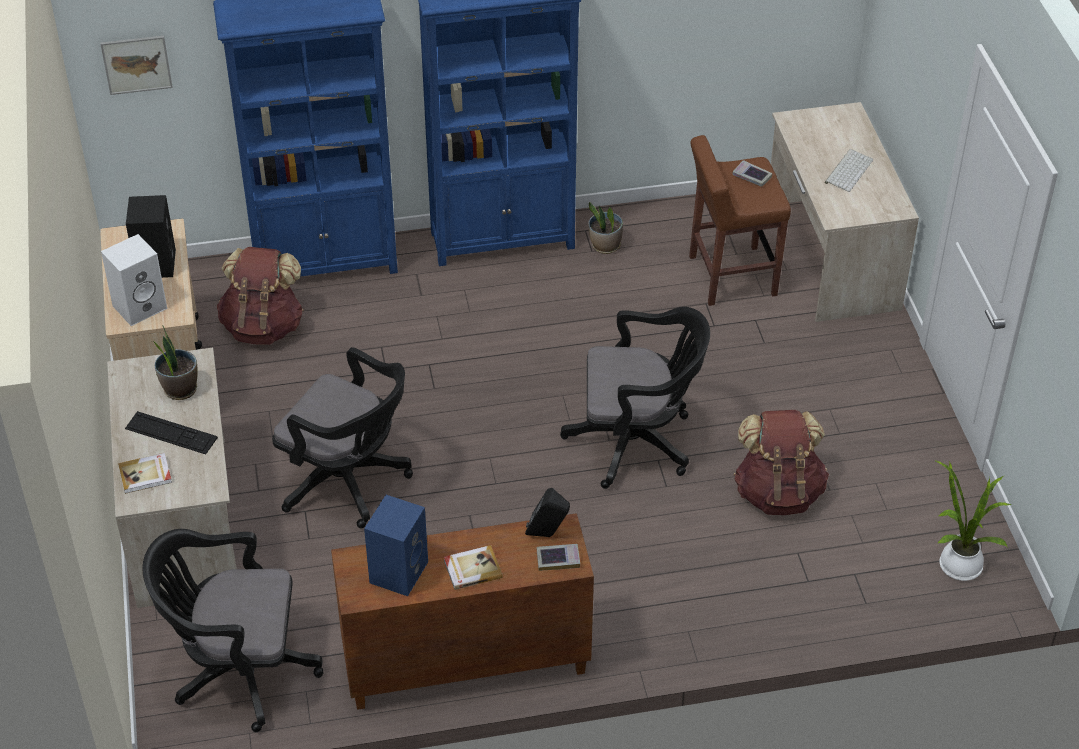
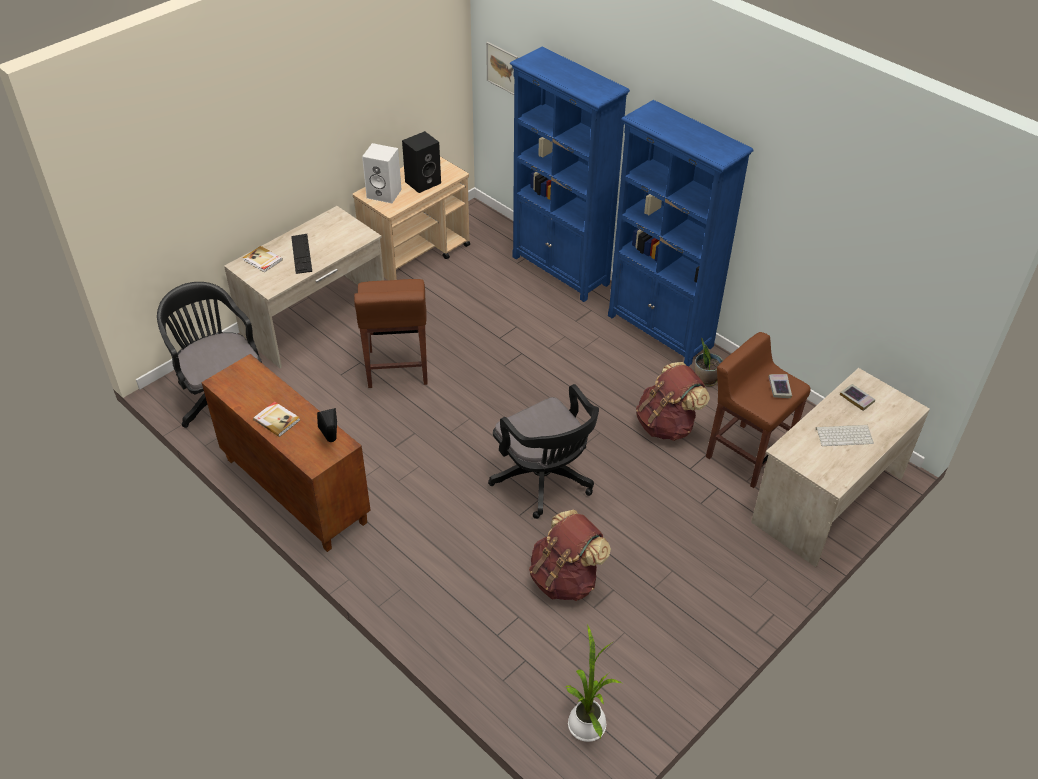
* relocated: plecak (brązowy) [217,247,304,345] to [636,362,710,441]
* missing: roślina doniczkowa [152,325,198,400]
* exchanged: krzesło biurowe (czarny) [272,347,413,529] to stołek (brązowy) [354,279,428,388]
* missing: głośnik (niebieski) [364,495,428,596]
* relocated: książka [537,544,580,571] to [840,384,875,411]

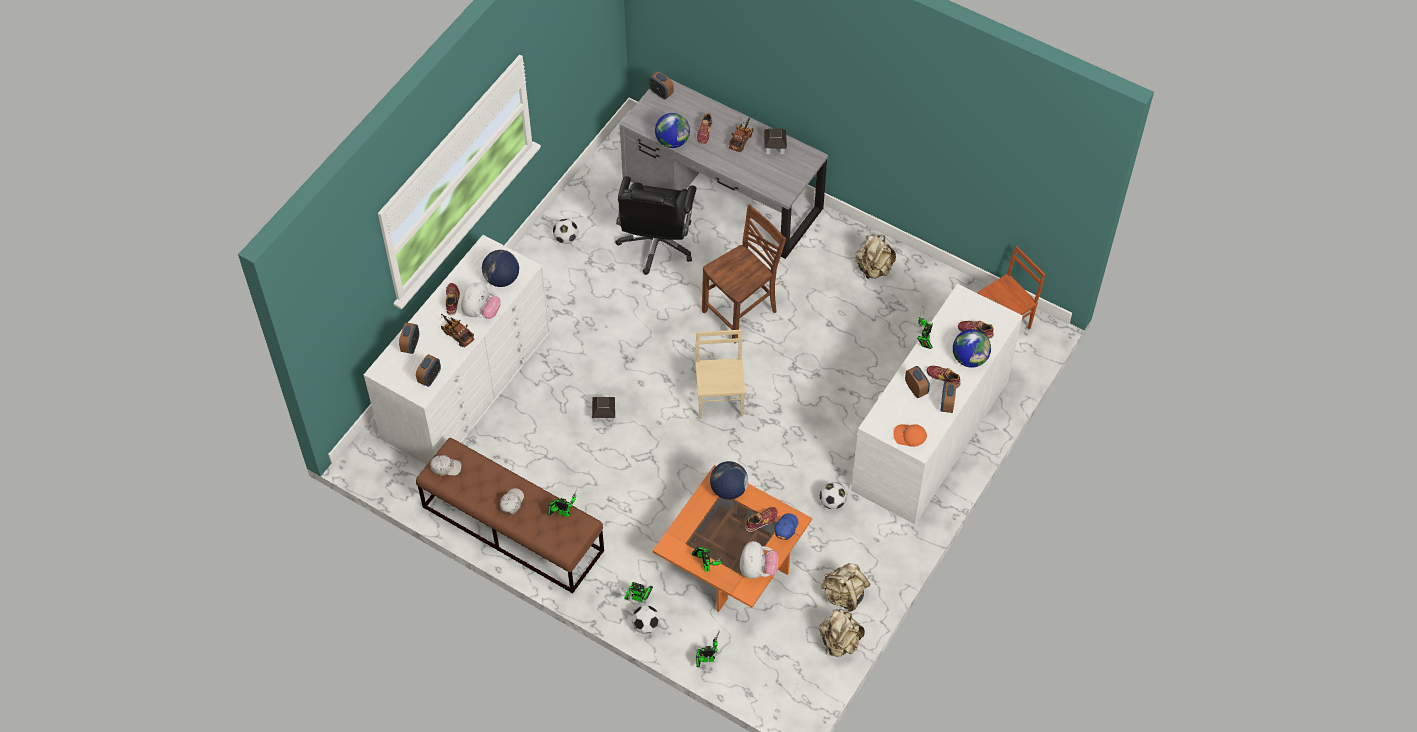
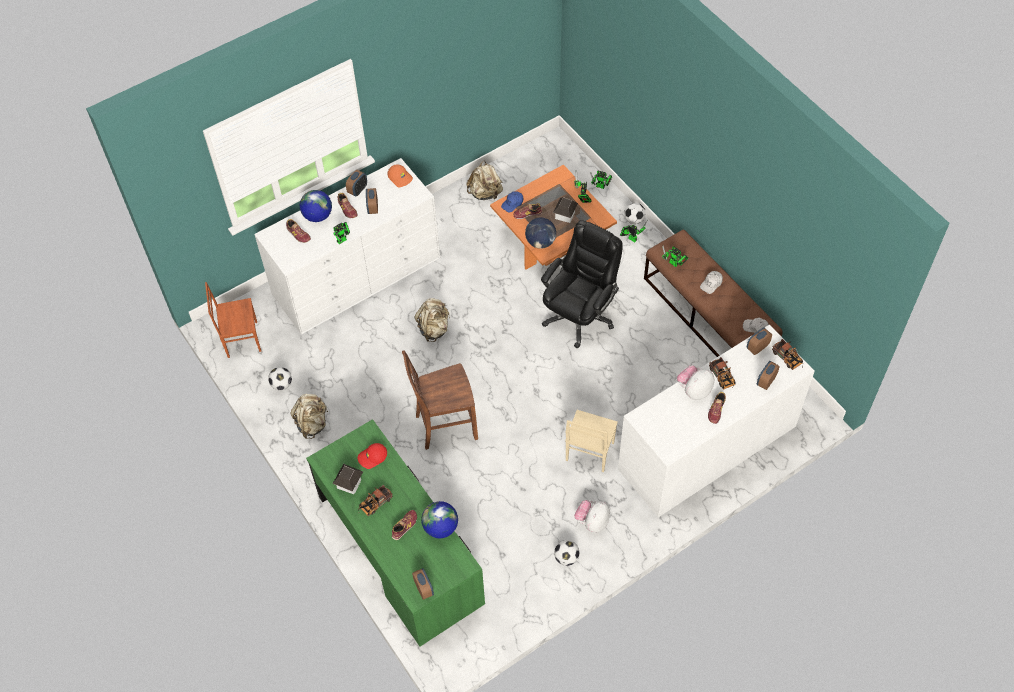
* colour: biurko (szary) [620,79,828,259] to biurko (zielony) [306,419,485,646]
* relocated: krzesło biurowe (czarny) [615,176,697,275] to [541,220,623,348]
* missing: globus [482,250,519,287]
* relocated: krzesło (beżowy) [695,330,745,419] to [565,410,618,472]
* relocated: domek [592,397,615,422] to [553,197,578,223]
* relocated: piłka futbolowa [820,482,847,509] to [268,367,292,390]
* relocated: pluszak [739,541,778,579] to [574,500,610,533]
* relocated: plecak (beżowy) [819,609,865,657] to [415,298,450,342]
* appeared: ciężarówka zabawkowa [772,339,803,370]
* appeared: czapka z daszkiem (czerwony) [358,443,387,469]

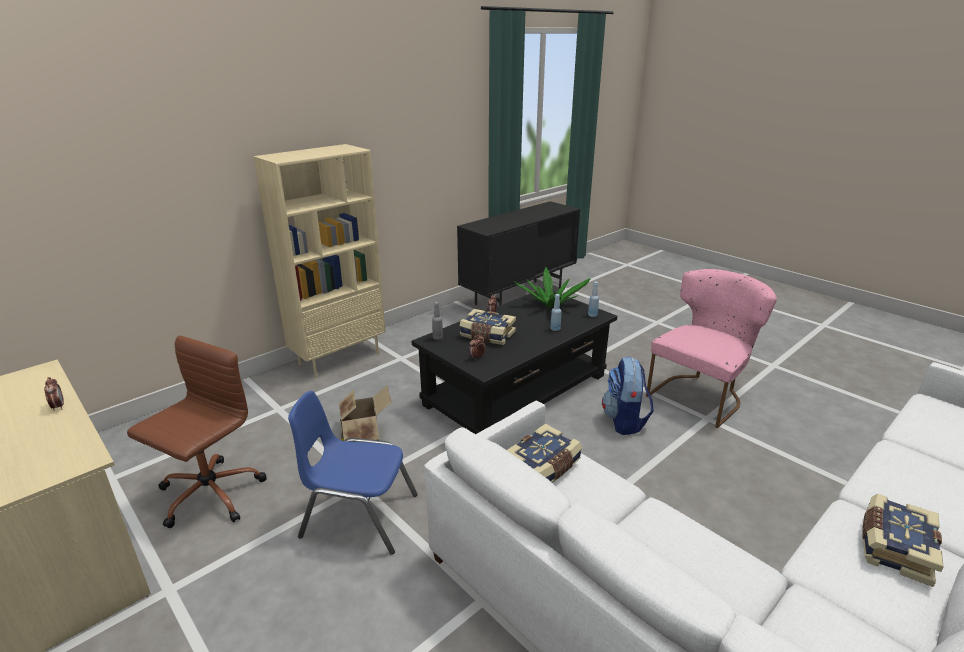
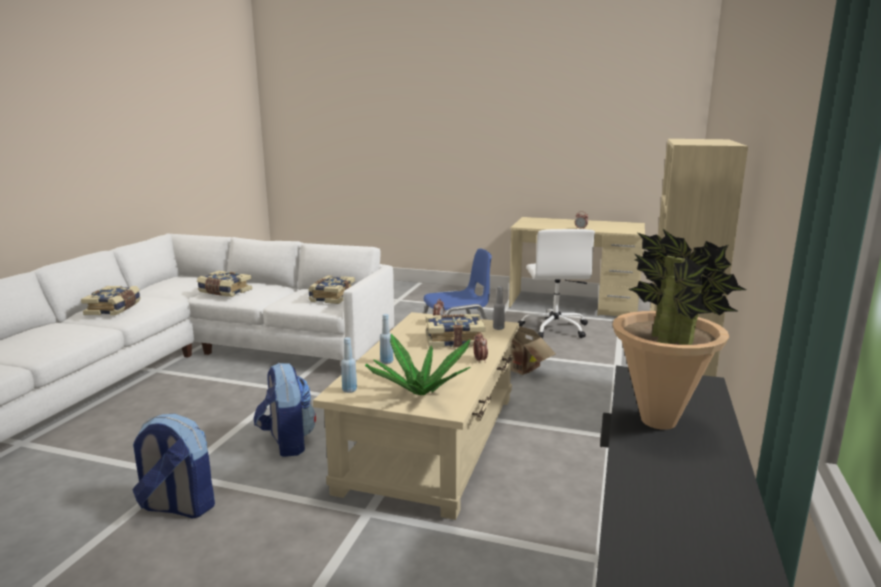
* exchanged: krzesło (różowy) [646,269,777,428] to plecak [132,414,215,518]
* colour: ława (czarny) [411,288,617,434] to ława (beżowy) [313,312,519,520]
* colour: krzesło biurowe (brązowy) [127,336,267,528] to krzesło biurowe (biały) [518,229,595,338]
* appeared: roślina doniczkowa [613,229,746,430]
* appeared: książka [197,271,252,297]

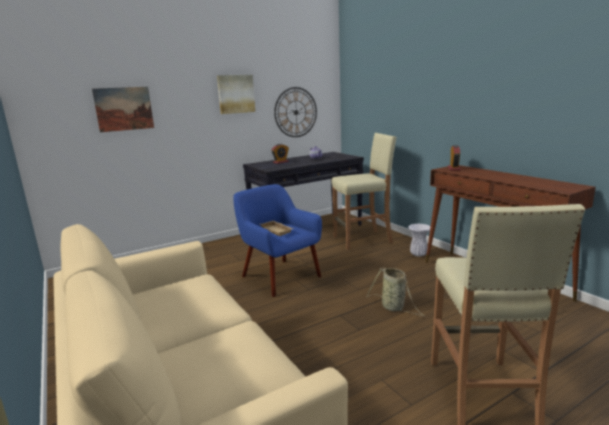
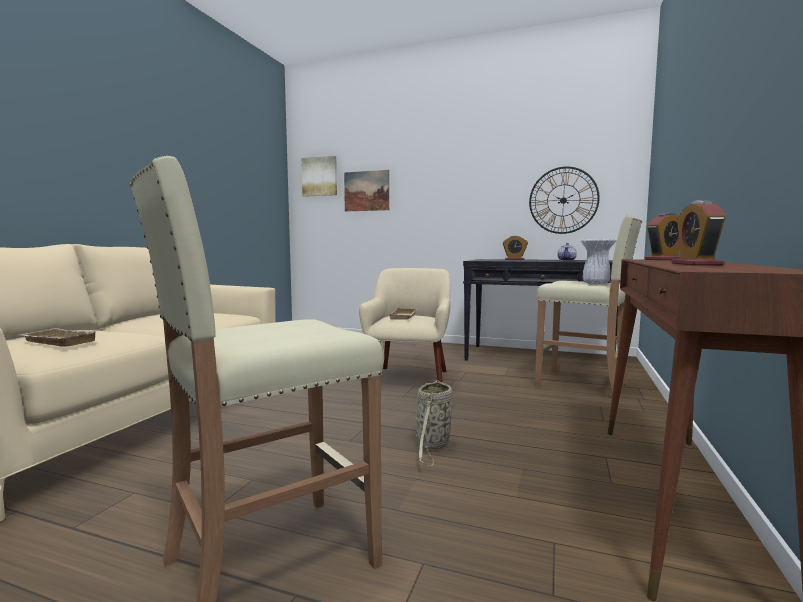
* relocated: obraz [217,75,255,114] to [301,156,337,197]
* colour: fotel (niebieski) [233,184,322,297] to fotel (beżowy) [359,268,450,383]
* relocated: wazon (biały) [408,223,431,256] to [580,239,617,285]
* appeared: budzik [671,200,726,266]
* appeared: taca (beżowy) [20,328,99,347]

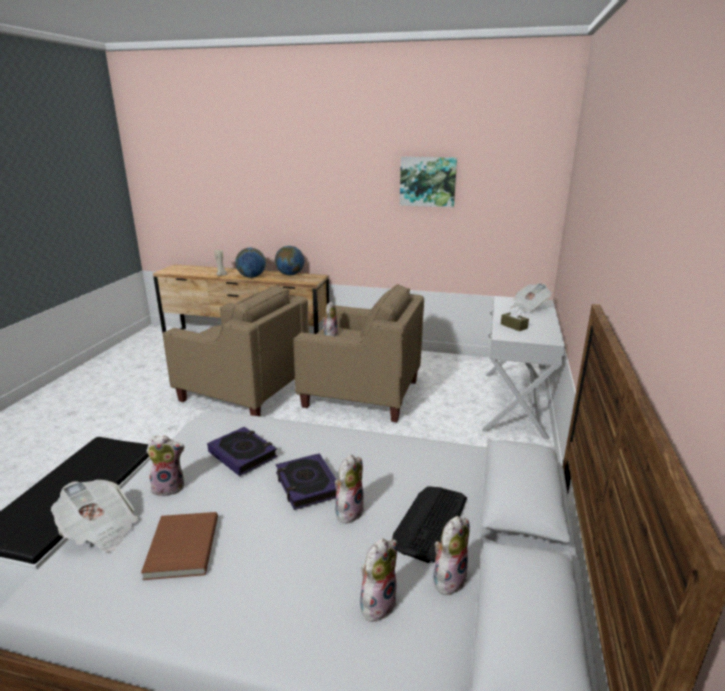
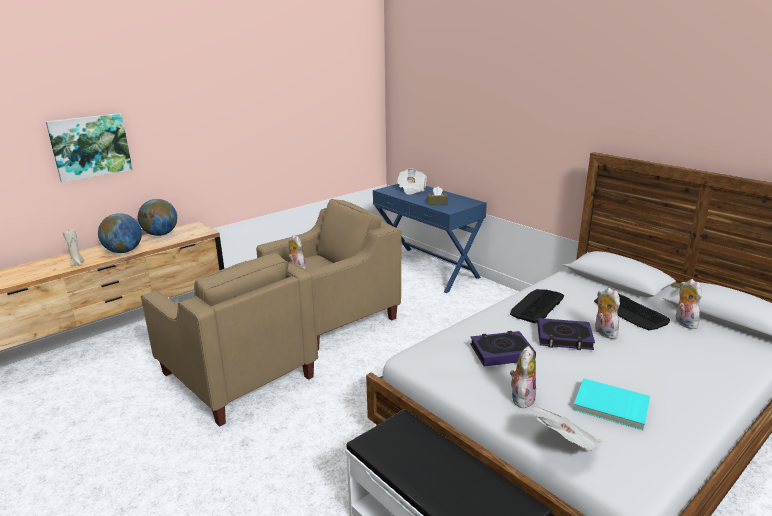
* relocated: obraz [400,157,457,208] to [46,113,133,182]
* spun: fotel (beżowy) [163,285,309,416] = [141,253,318,427] 75 degrees clockwise
* colour: stolik konsolowy (biały) [482,296,565,440] to stolik konsolowy (niebieski) [373,184,487,293]
* colour: książka (brązowy) [141,512,218,580] to książka (turkusowy) [573,378,650,431]
* missing: pluszak [360,539,397,622]
* appeared: klawiatura [510,289,564,323]

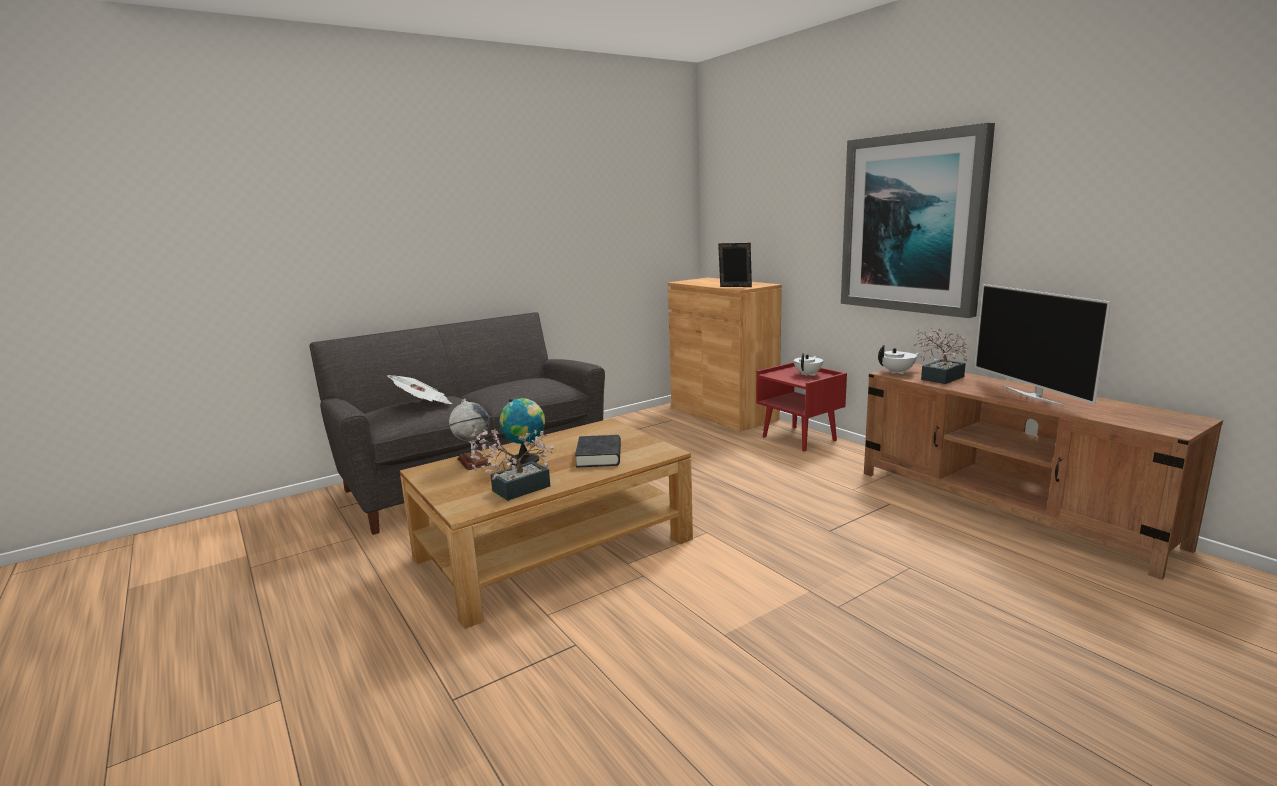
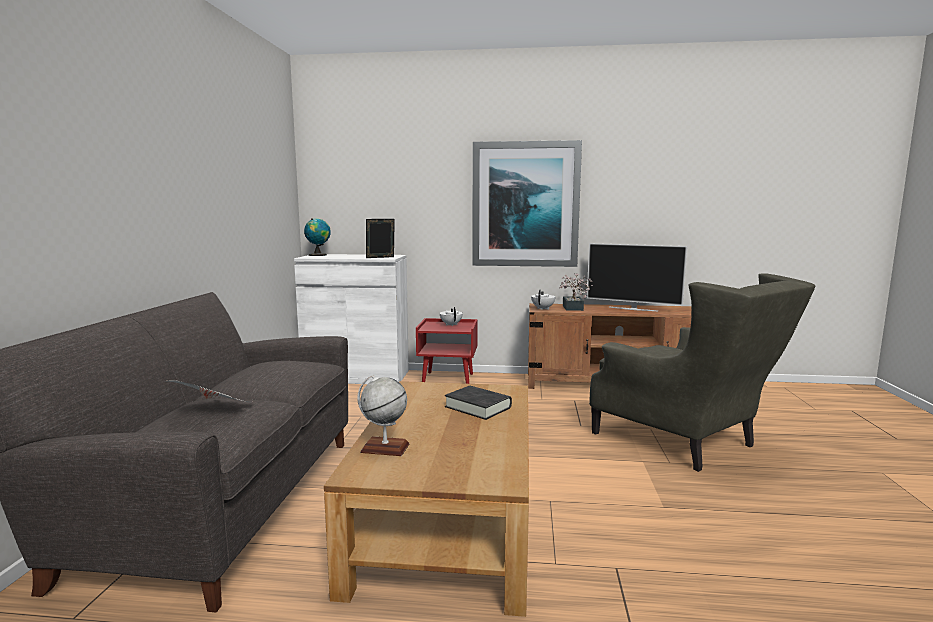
* colour: szafka (brązowy) [668,278,782,432] to szafka (biały) [294,254,409,384]
* relocated: globus [499,398,545,466] to [304,218,331,256]
* missing: roślina doniczkowa [471,429,553,501]
* appeared: fotel (szary) [589,273,815,472]

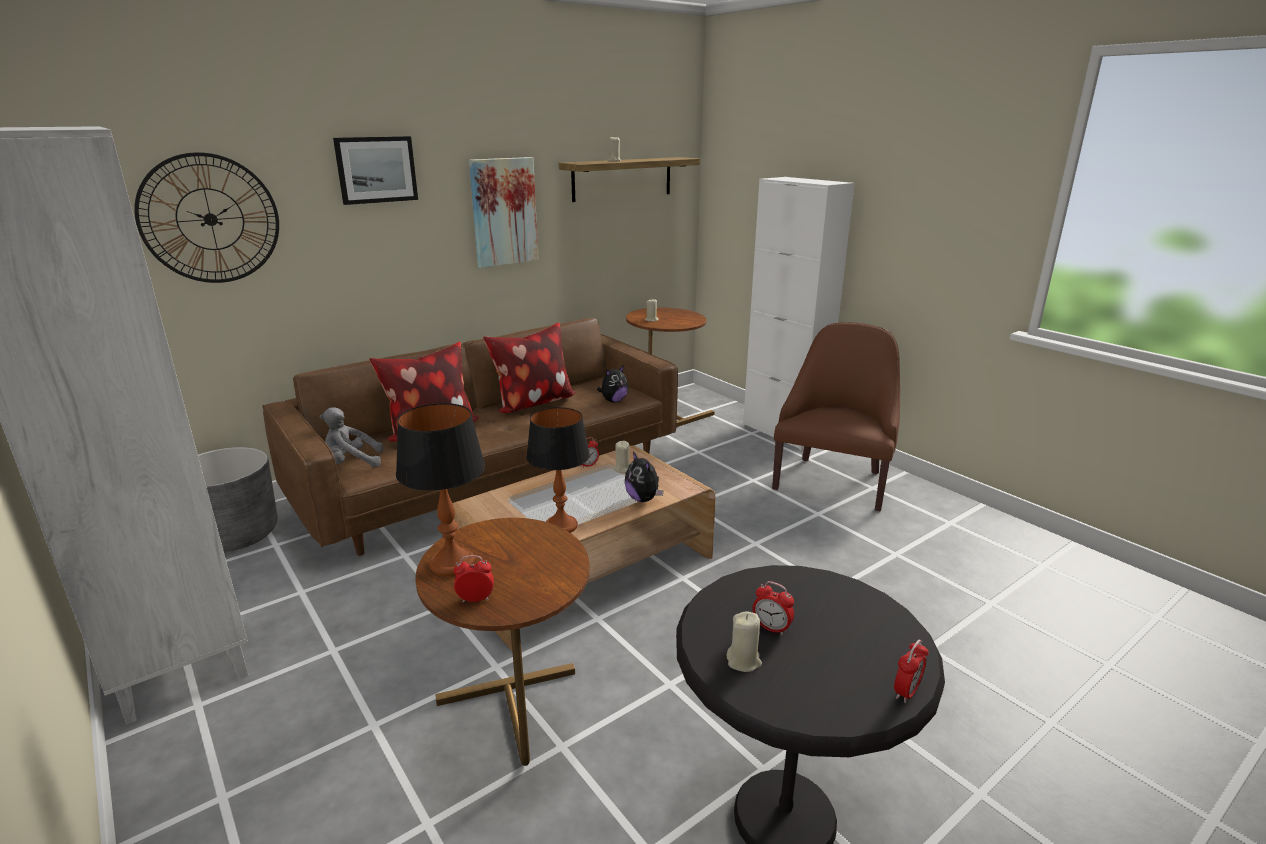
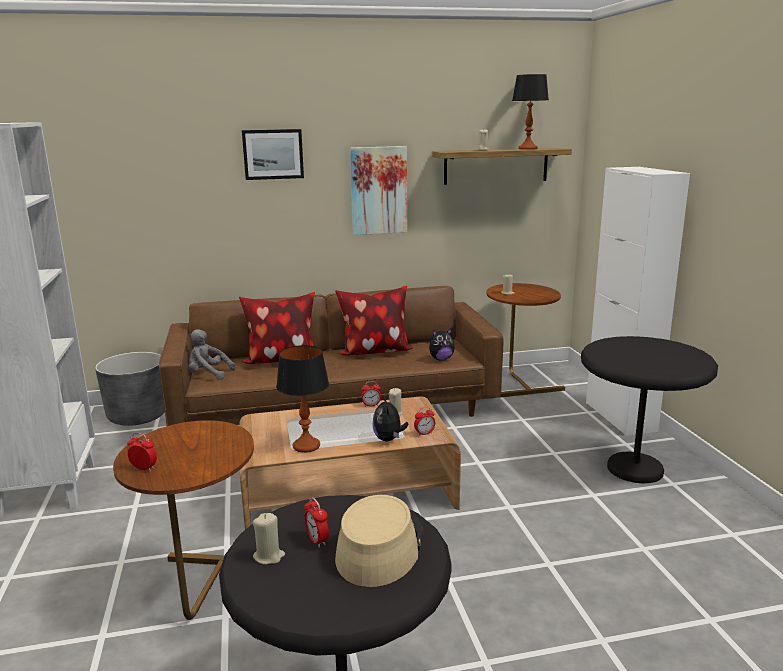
* missing: zegar ścienny [134,152,279,283]
* exchanged: fotel (brązowy) [772,322,900,511] to stolik (czarny) [581,336,718,483]
* relocated: lampa stołowa [396,403,485,576] to [512,74,549,150]
* relocated: budzik [894,639,929,703] to [414,407,435,436]
* appeared: kapelusz (beżowy) [335,495,423,587]

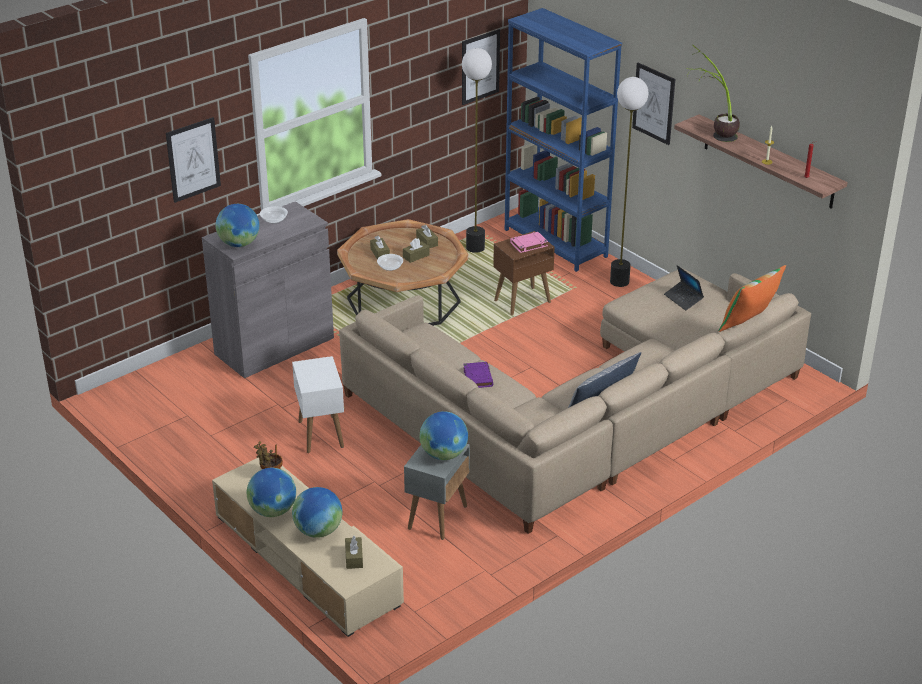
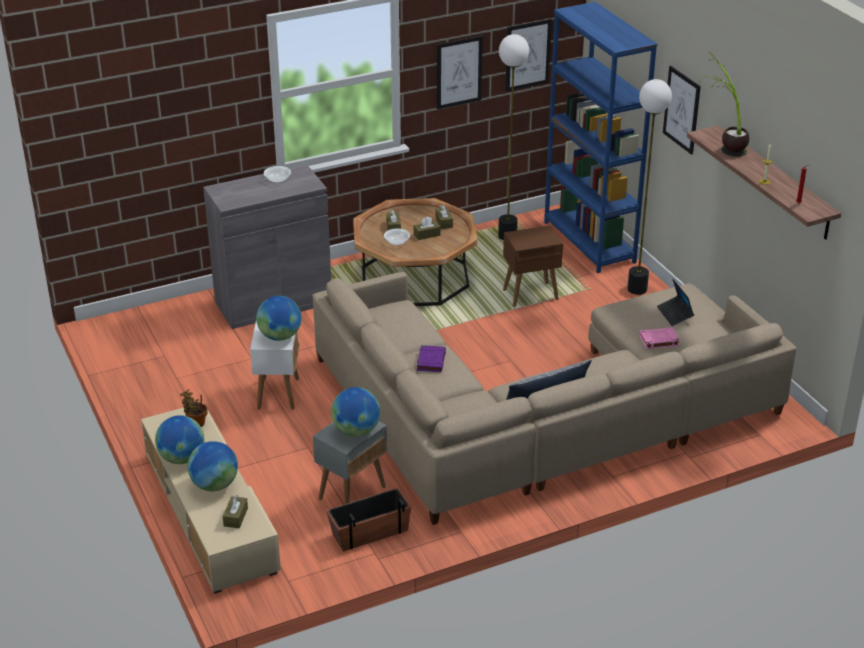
* relocated: obraz [166,117,221,203] to [437,36,483,109]
* relocated: globus [216,204,259,247] to [256,296,302,341]
* relocated: książka (różowy) [510,232,548,253] to [639,327,680,349]
* missing: poduszka [718,265,786,332]
* appeared: donica [326,488,411,552]

